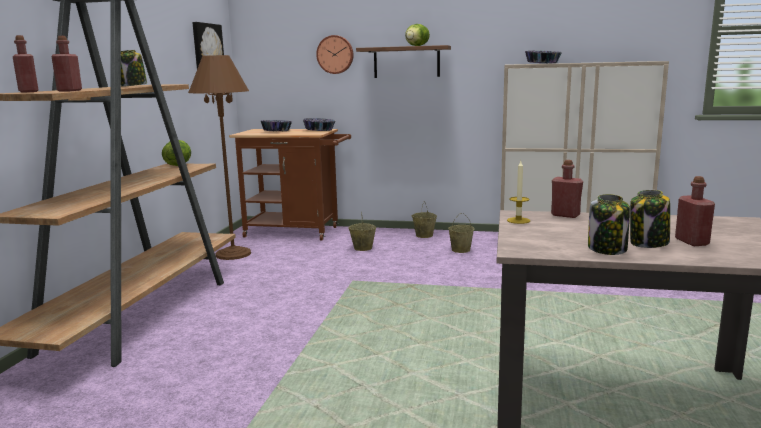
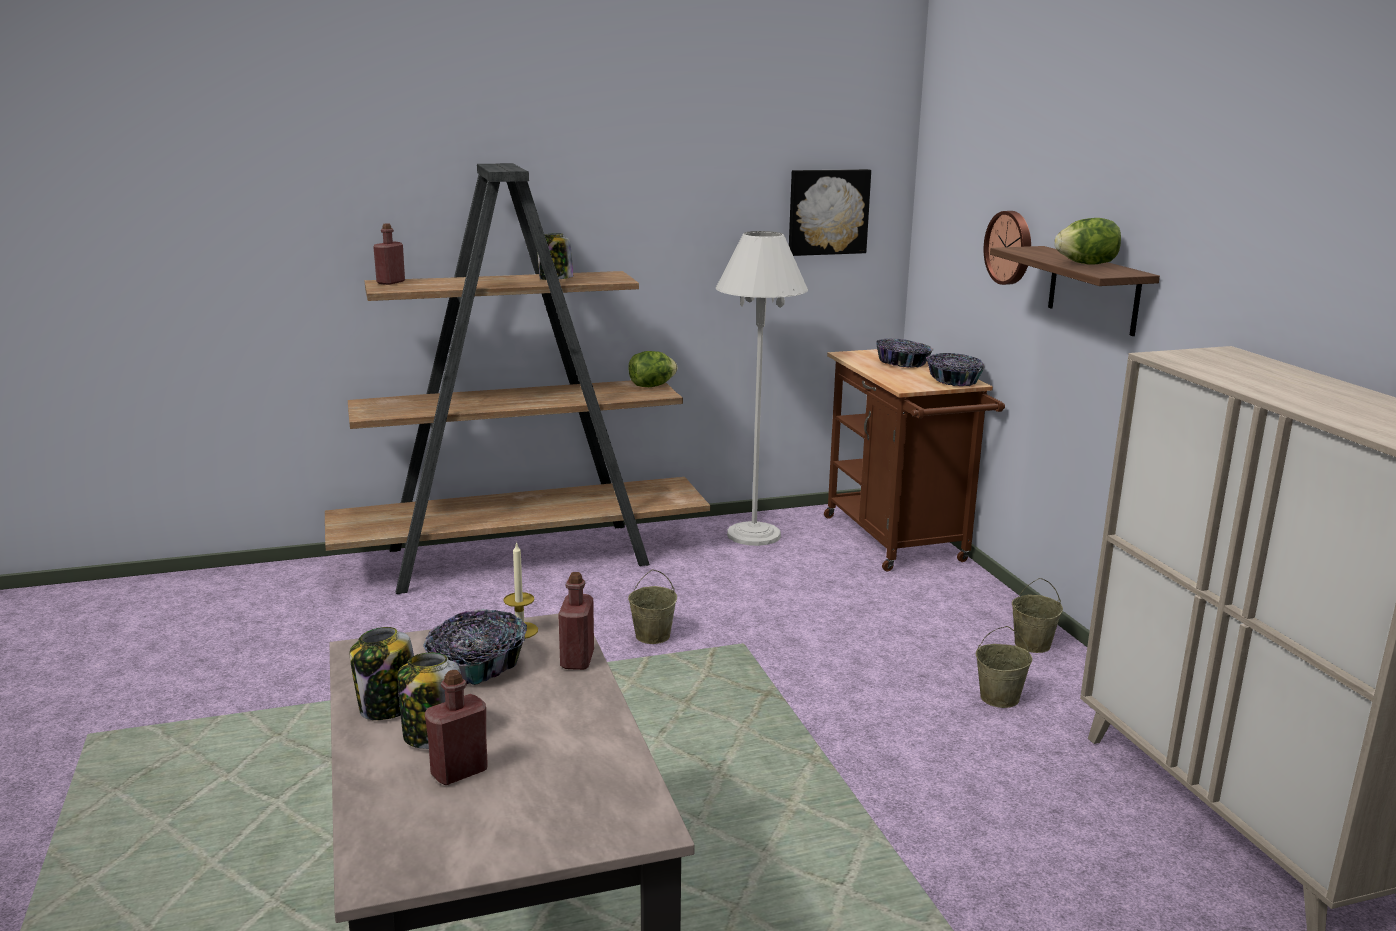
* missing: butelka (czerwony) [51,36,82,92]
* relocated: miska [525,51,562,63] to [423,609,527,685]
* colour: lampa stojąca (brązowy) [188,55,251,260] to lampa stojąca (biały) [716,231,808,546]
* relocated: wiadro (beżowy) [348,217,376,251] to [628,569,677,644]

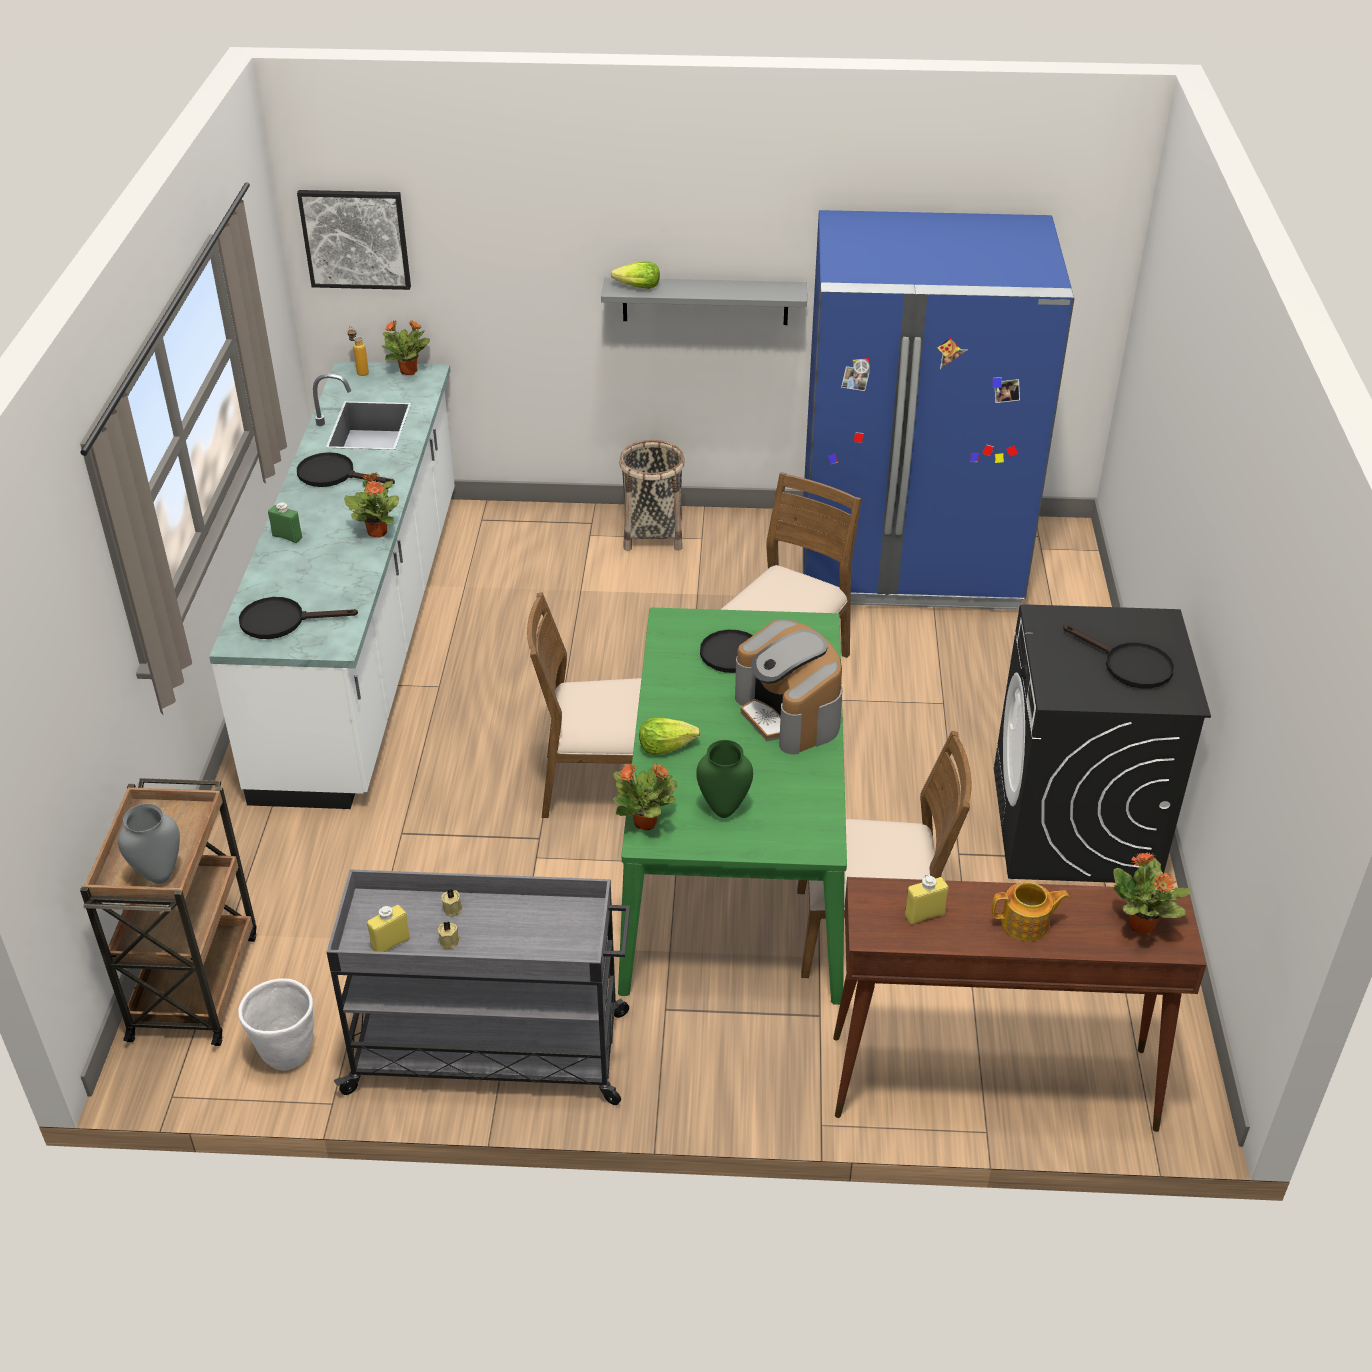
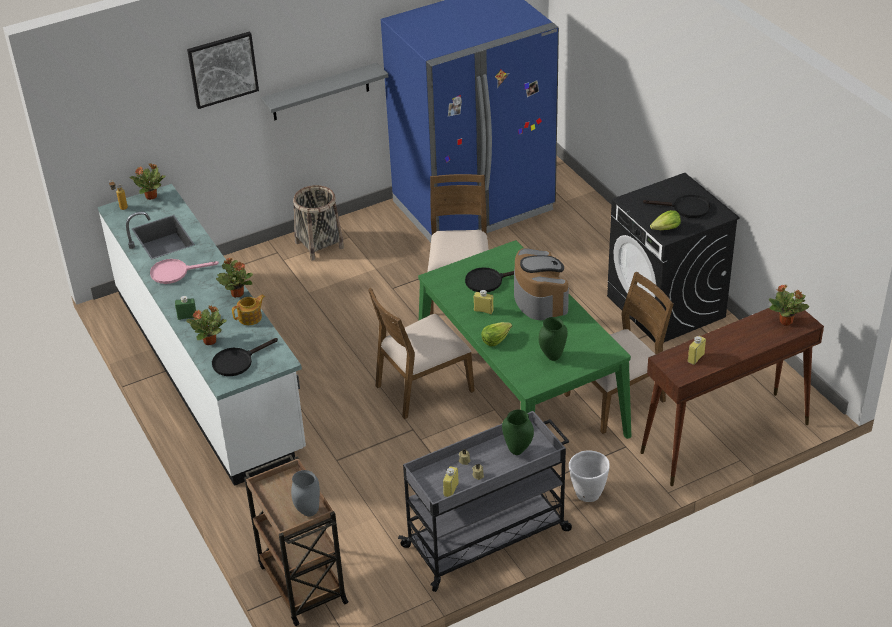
* relocated: obraz [297,190,411,290] to [187,31,259,109]
* relocated: sałata [611,261,660,289] to [650,210,681,230]
* colour: patelnia (czarny) [297,452,395,487] to patelnia (różowy) [150,259,219,284]
* spun: ekspres do kawy [735,619,843,754] = [514,248,569,320] 135 degrees counterclockwise
* relocated: roślina doniczkowa [613,763,677,830] to [186,305,227,345]
* relocated: imbryk [992,882,1069,941] to [232,294,265,325]
* relocated: donica (biały) [238,979,314,1070] to [569,451,610,502]
* appeared: butelka (żółty) [474,290,494,314]
* appeared: wazon (zielony) [502,410,534,455]

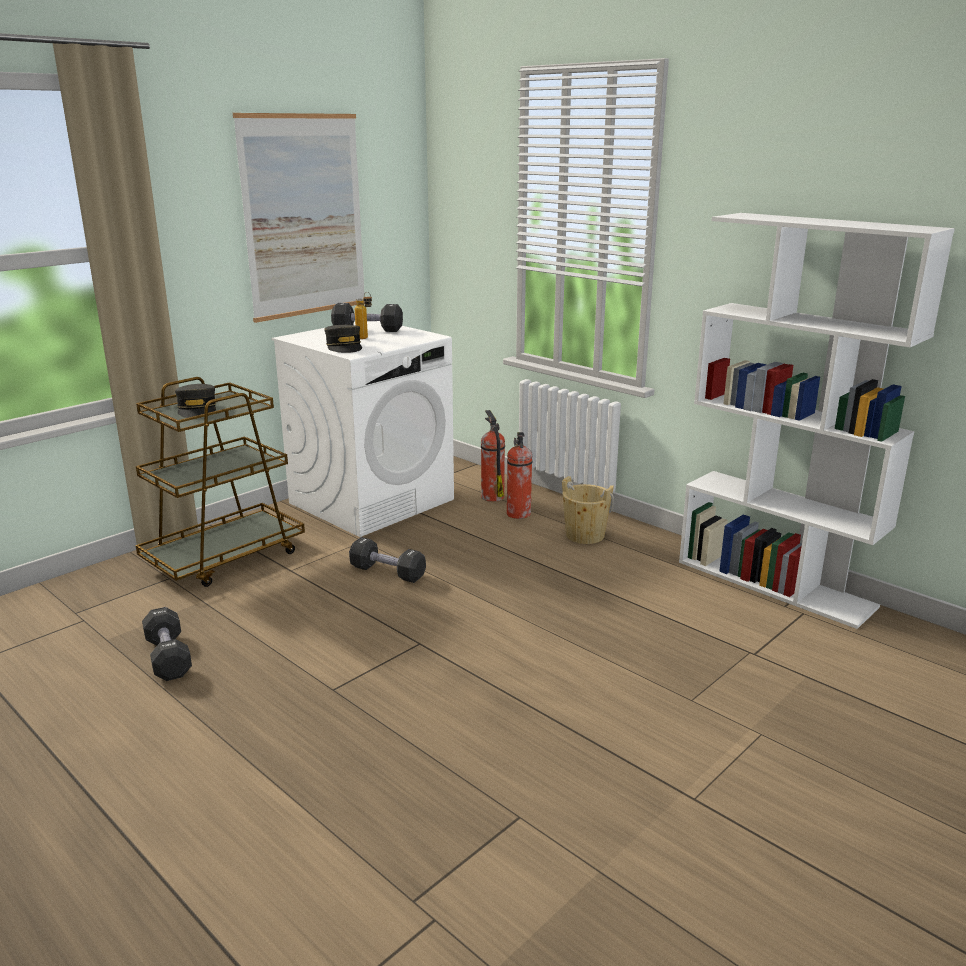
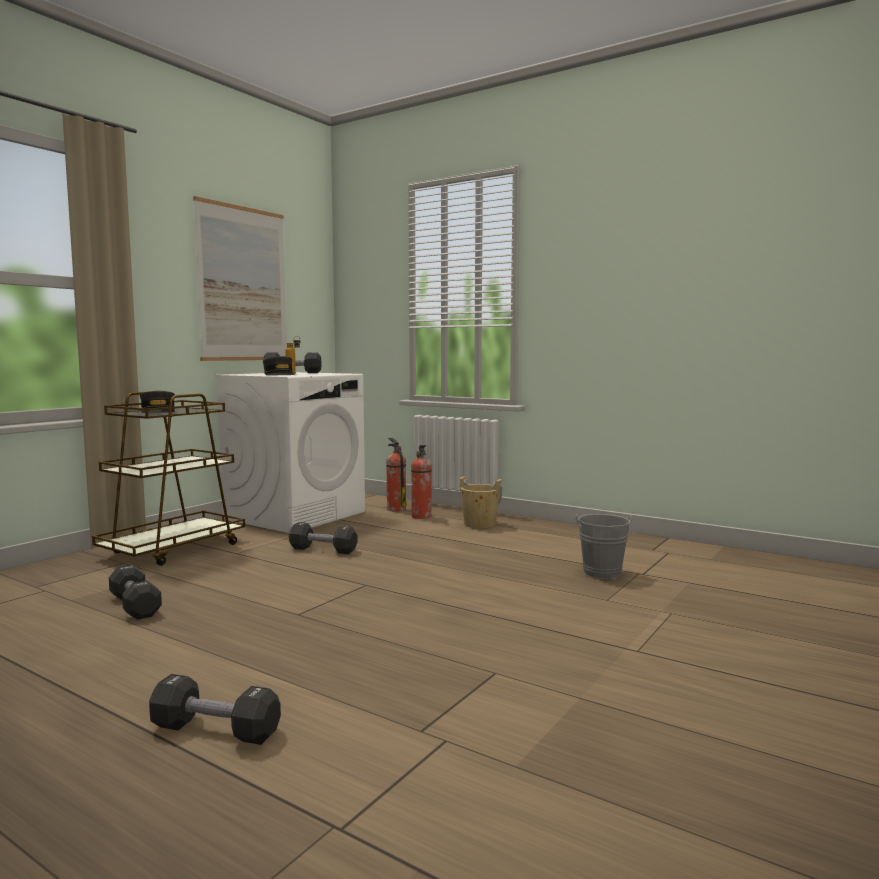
* missing: regał (biały) [679,213,955,629]
* appeared: wiadro (szary) [576,514,632,579]
* appeared: hantel (czarny) [149,674,281,745]

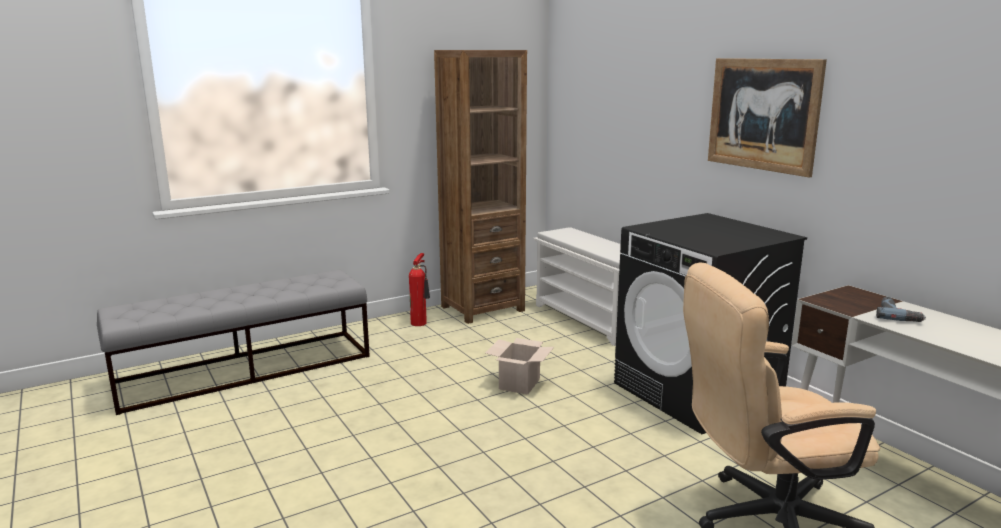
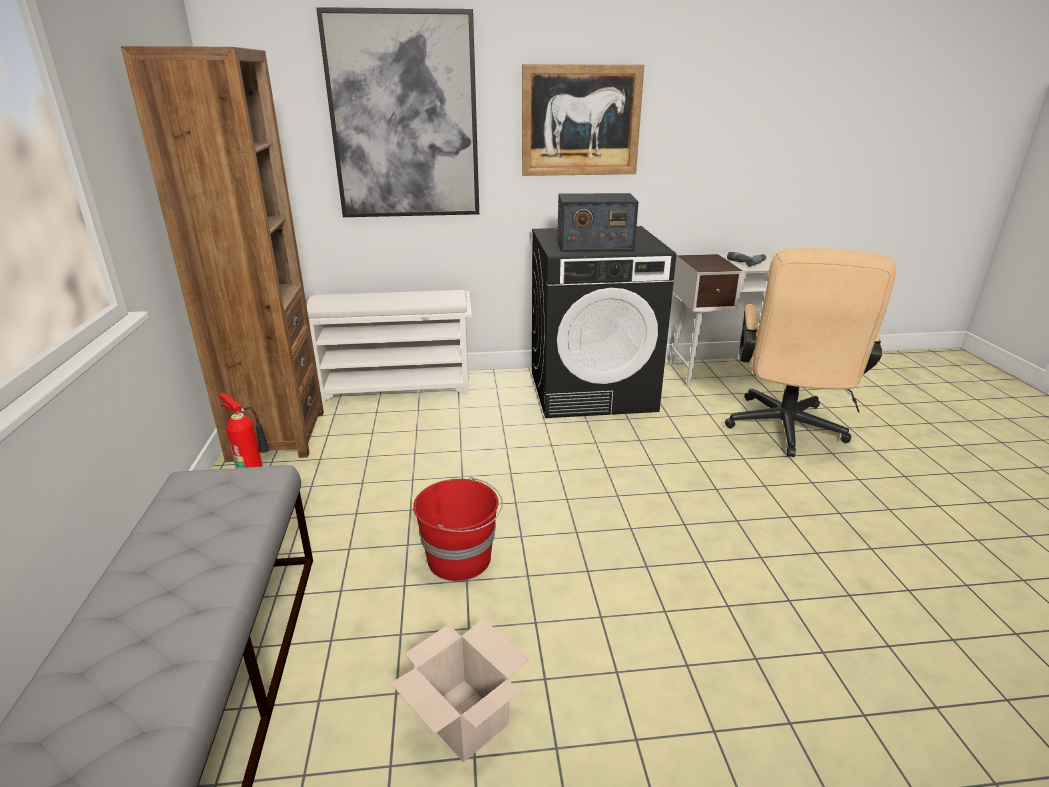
* relocated: karton [485,338,554,395] to [390,618,529,763]
* appeared: obraz [316,7,479,217]
* appeared: radio [557,193,639,252]
* appeared: wiadro (czerwony) [413,477,503,581]

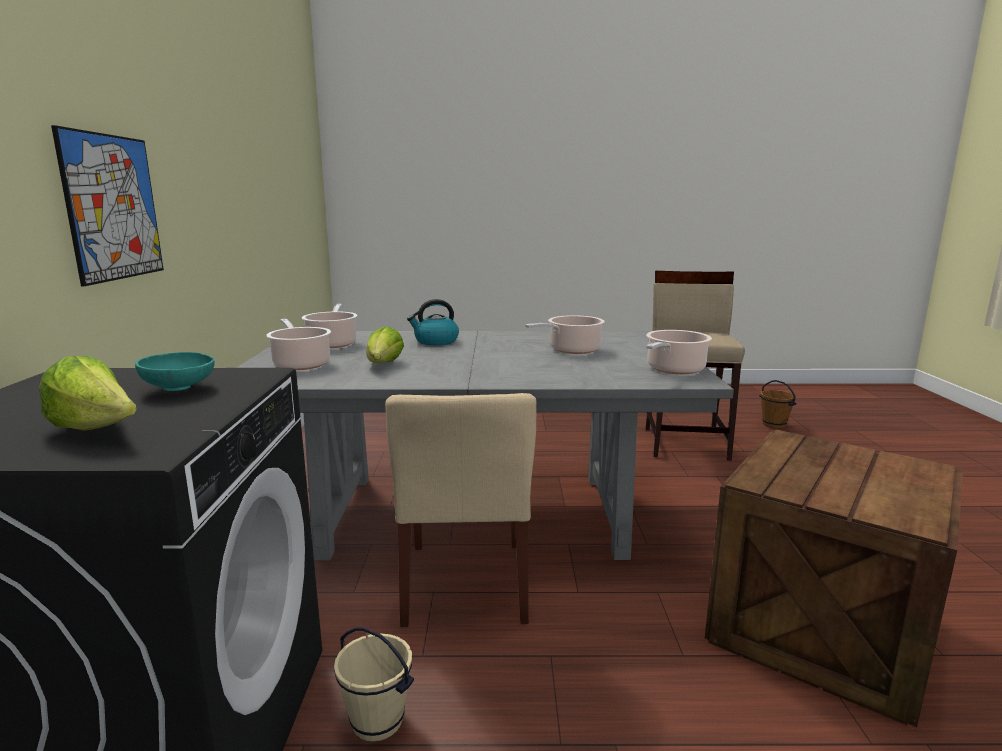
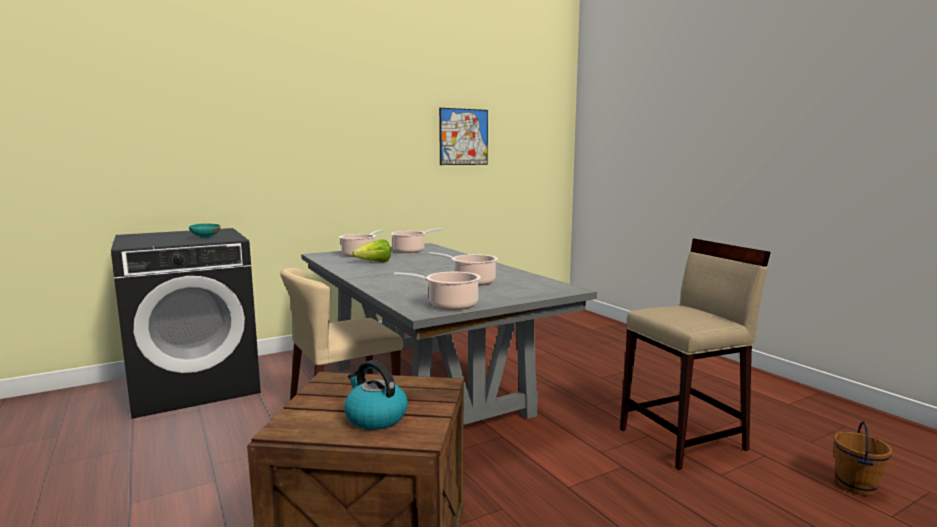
* relocated: obraz [51,125,164,286] to [439,108,488,165]
* relocated: czajnik [407,299,459,346] to [344,360,408,430]
* missing: sałata [39,356,137,431]
* missing: wiadro (beżowy) [334,627,414,742]

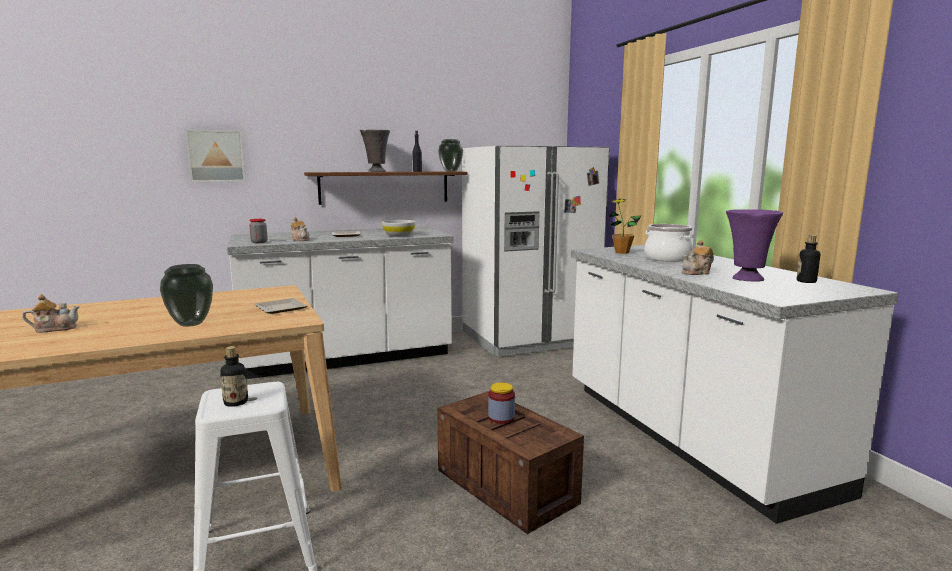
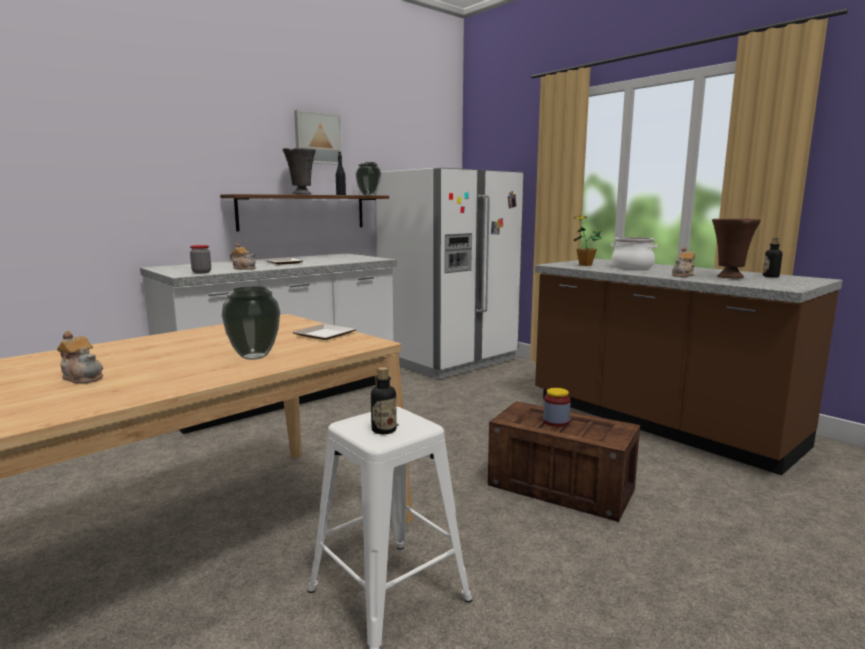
* relocated: obraz [185,130,246,182] to [294,110,342,165]
* colour: wazon (fioletowy) [726,209,783,282] to wazon (brązowy) [712,218,761,278]
* missing: miska (biały) [382,220,416,237]
* colour: zabudowa kuchenna (biały) [571,245,899,524] to zabudowa kuchenna (brązowy) [535,259,842,475]
* spun: imbryk [22,294,80,333] = [57,331,103,384] 75 degrees clockwise

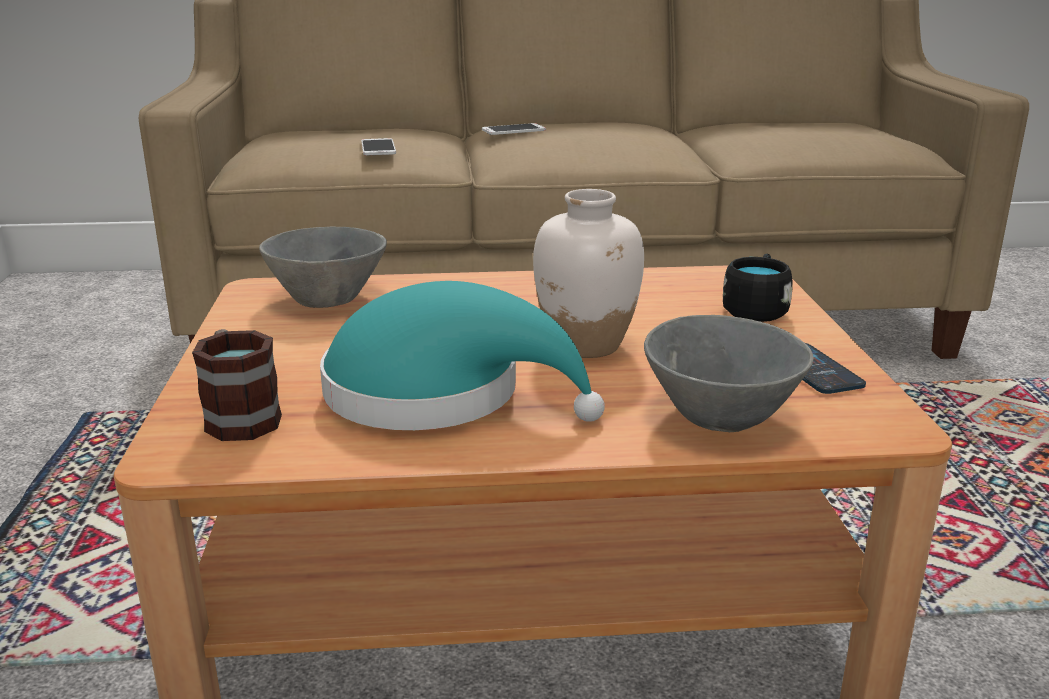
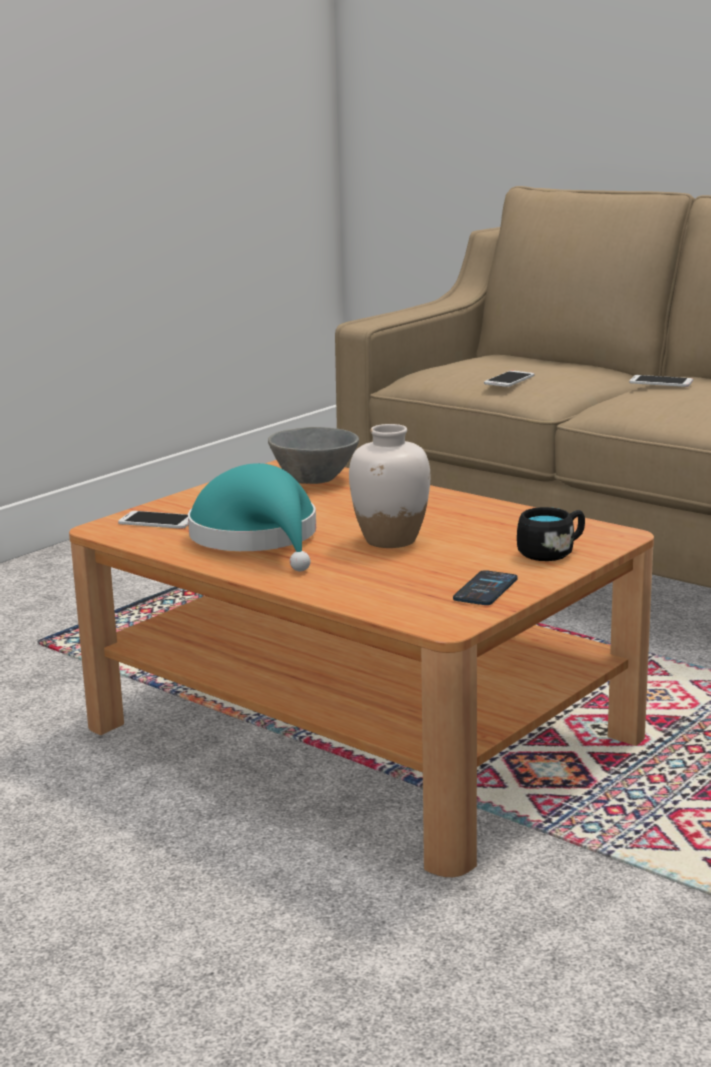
* missing: miska (szary) [644,315,814,432]
* exchanged: kubek [192,329,282,441] to telefon [118,511,188,529]

